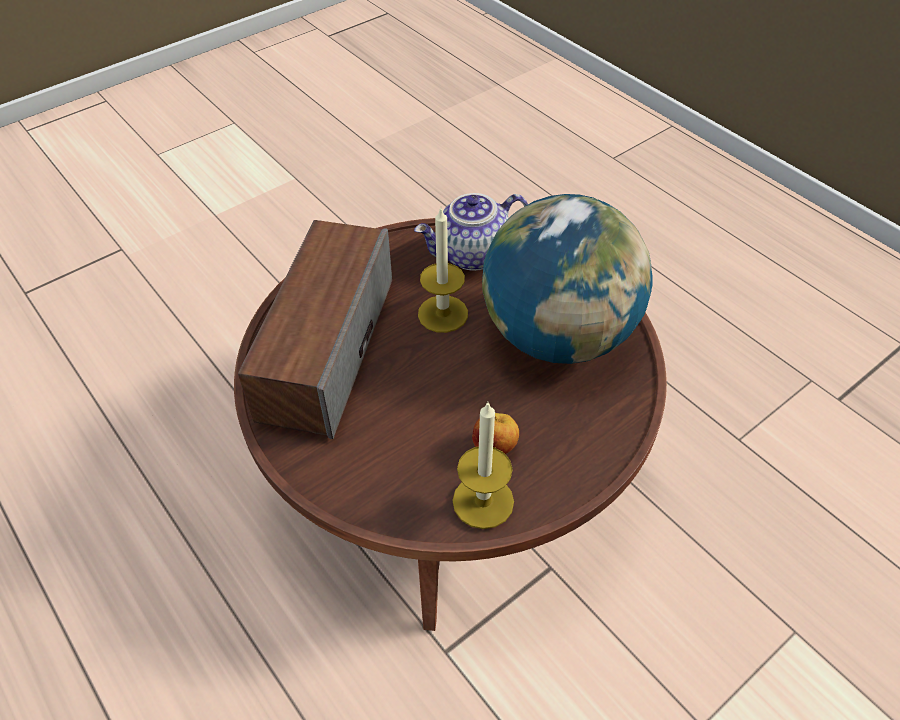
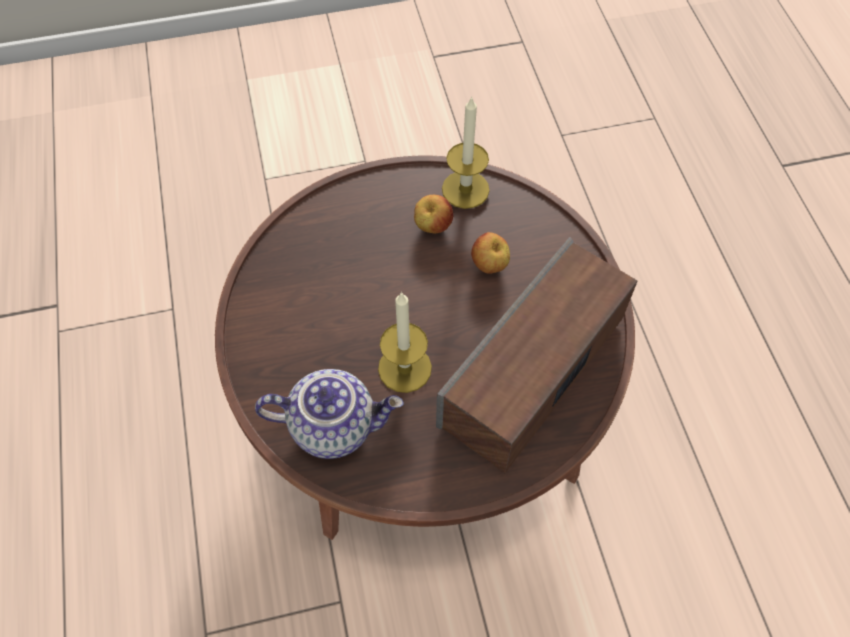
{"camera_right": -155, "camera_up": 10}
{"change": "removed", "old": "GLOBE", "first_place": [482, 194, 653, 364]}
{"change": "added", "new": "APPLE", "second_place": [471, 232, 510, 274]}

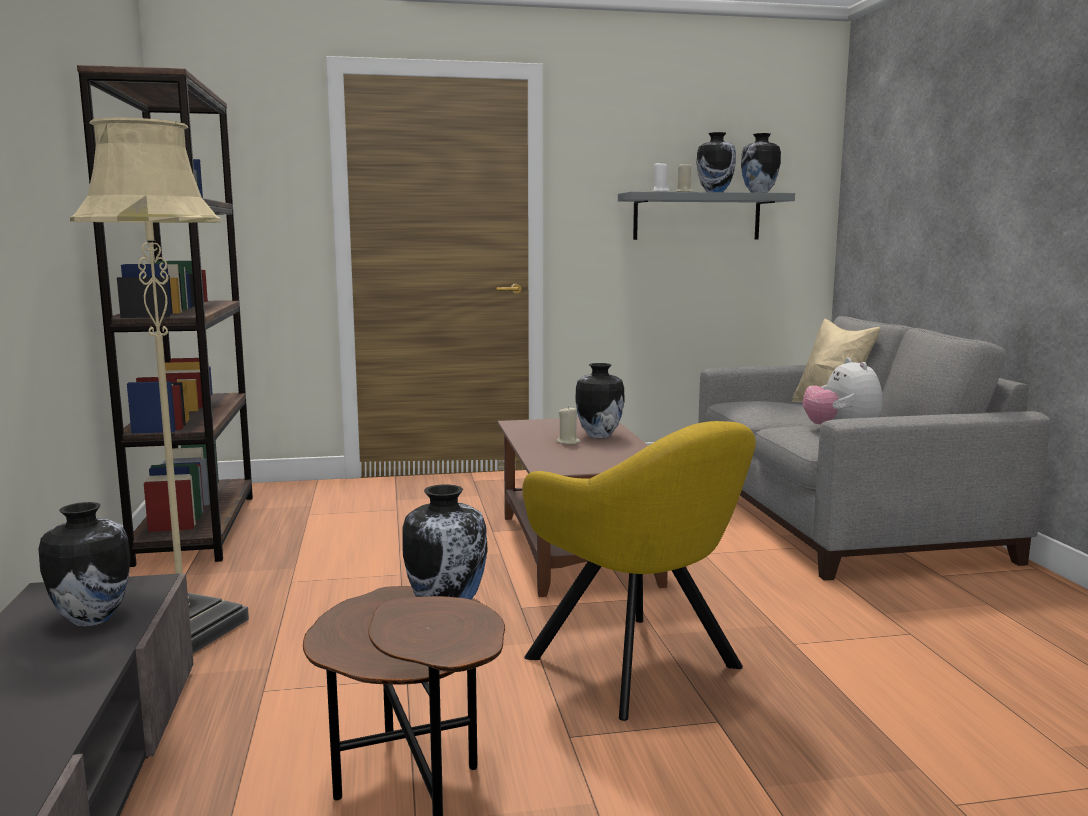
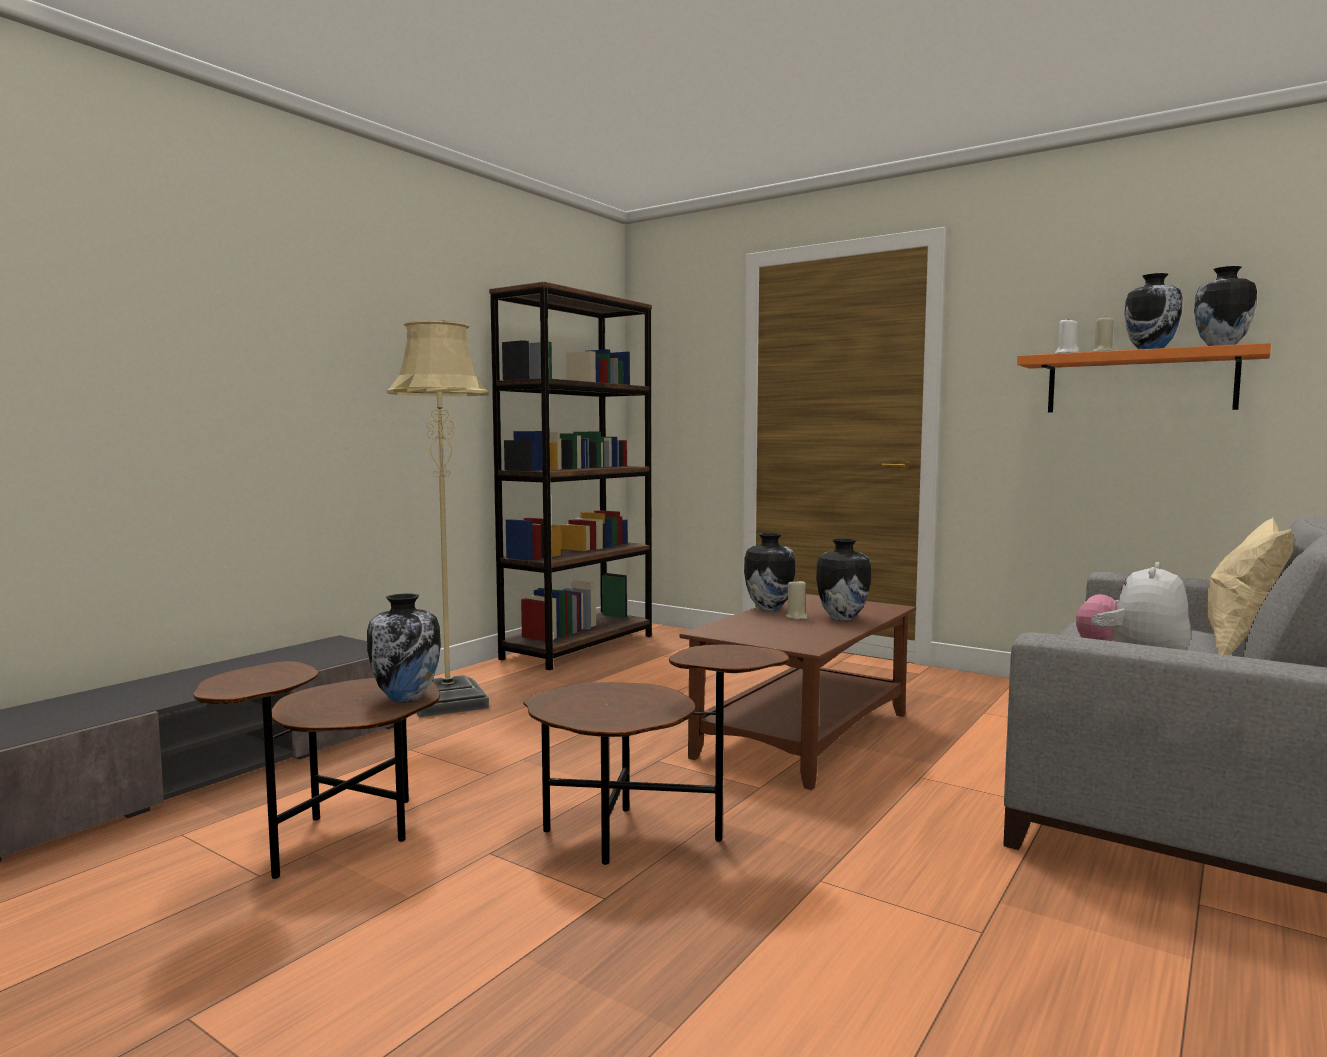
{"camera_right": 45, "camera_up": -5}
{"change": "moved", "old": "VASE", "first_place": [38, 502, 131, 627], "second_place": [744, 533, 795, 611]}
{"change": "replaced", "old": "YELLOW ARMCHAIR", "new": "BROWN SIDE TABLE", "first_place": [522, 421, 756, 721], "second_place": [523, 645, 789, 865]}
{"change": "recoloured", "old": "GREY SHELF", "new": "ORANGE SHELF", "first_place": [618, 191, 795, 240], "second_place": [1017, 343, 1271, 412]}

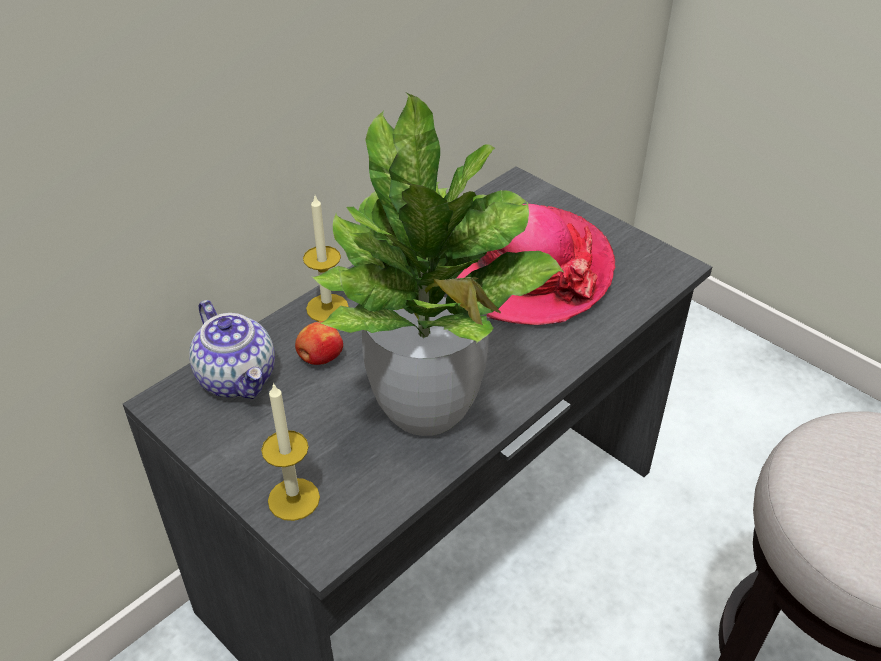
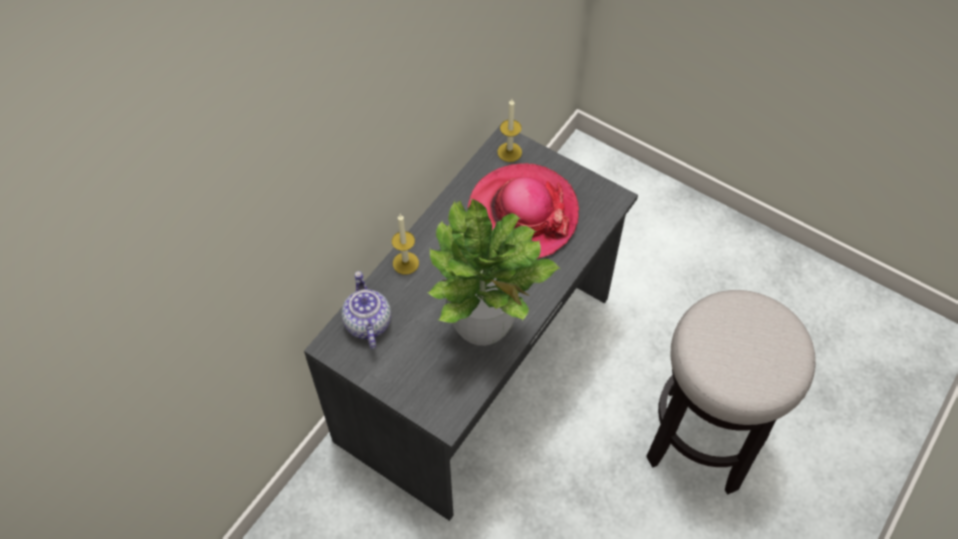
{"camera_right": -10, "camera_up": 15}
{"change": "turned", "old": "TEAPOT", "first_place": [189, 300, 275, 399], "second_place": [341, 271, 391, 349], "degrees": -150}
{"change": "moved", "old": "CANDLE", "first_place": [261, 382, 320, 521], "second_place": [497, 99, 522, 162]}
{"change": "removed", "old": "APPLE", "first_place": [295, 321, 343, 365]}

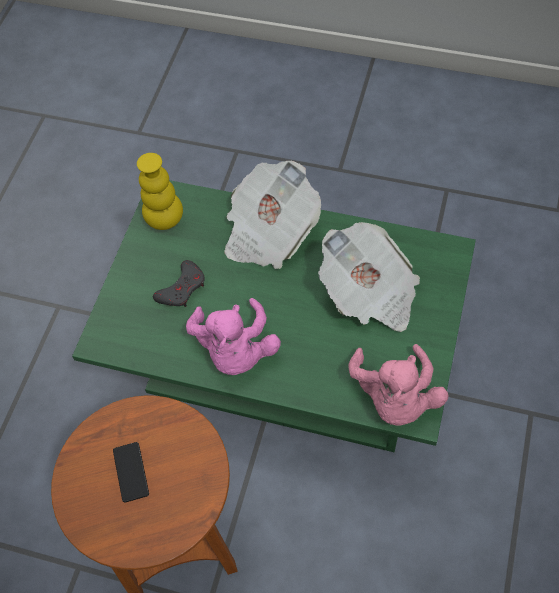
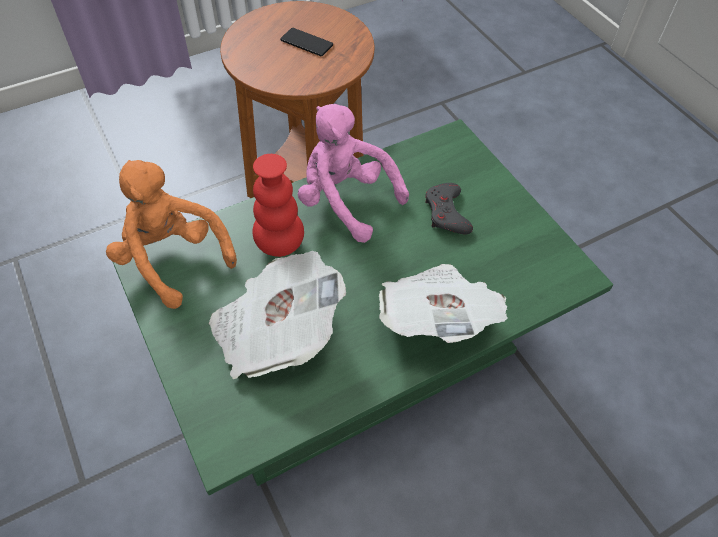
{"camera_right": 130, "camera_up": -5}
{"change": "removed", "old": "YELLOW VASE", "first_place": [137, 153, 183, 230]}
{"change": "recoloured", "old": "PINK PLUSH TOY", "new": "ORANGE PLUSH TOY", "first_place": [348, 344, 448, 426], "second_place": [106, 160, 237, 309]}
{"change": "added", "new": "RED VASE", "second_place": [252, 154, 304, 257]}

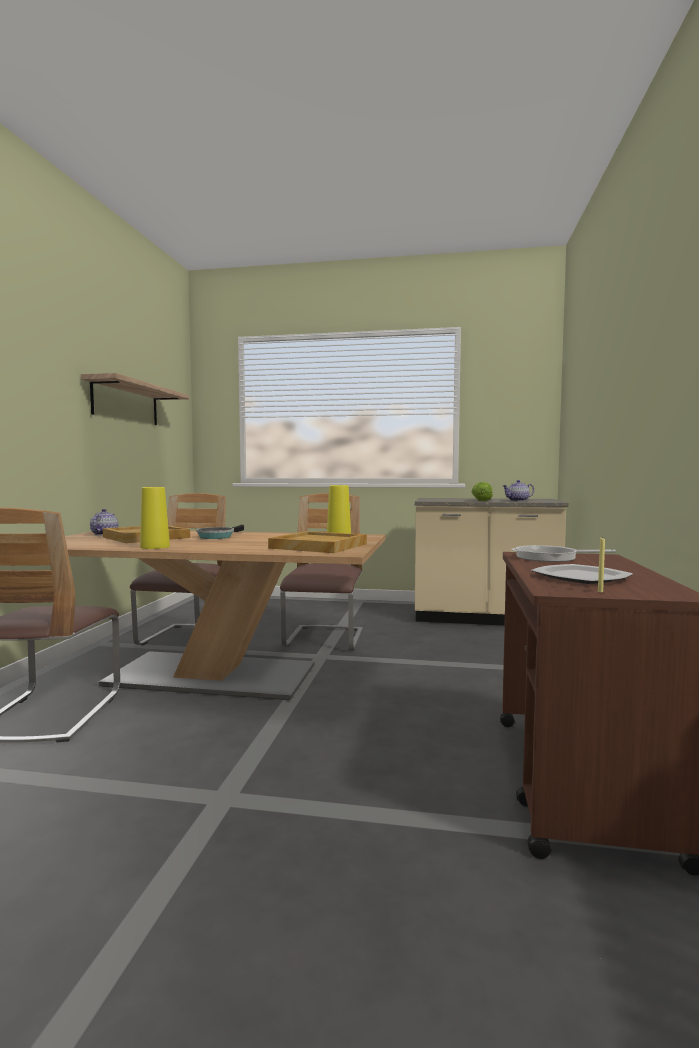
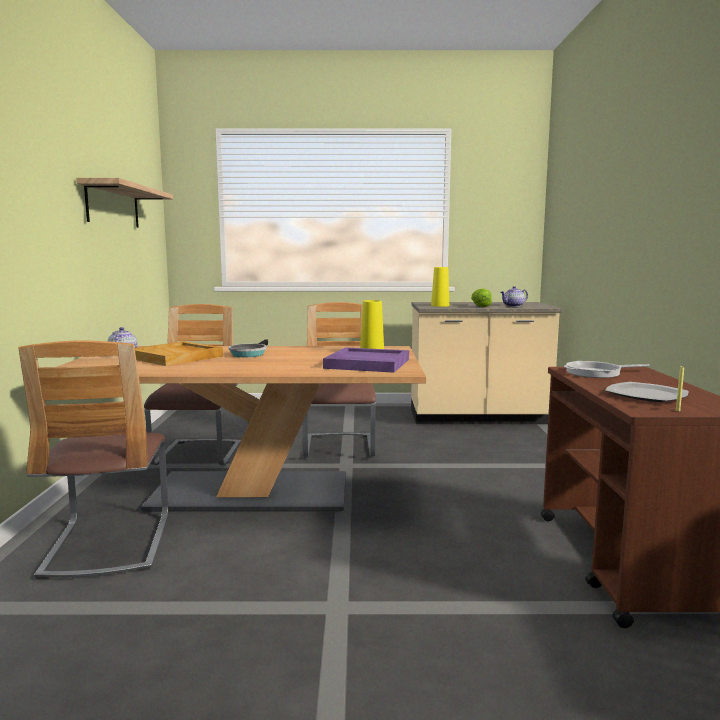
{"camera_right": -10, "camera_up": 5}
{"change": "moved", "old": "YELLOW VASE", "first_place": [140, 487, 170, 549], "second_place": [431, 267, 449, 307]}
{"change": "recoloured", "old": "BEIGE TRAY", "new": "PURPLE TRAY", "first_place": [268, 531, 367, 553], "second_place": [323, 347, 409, 373]}

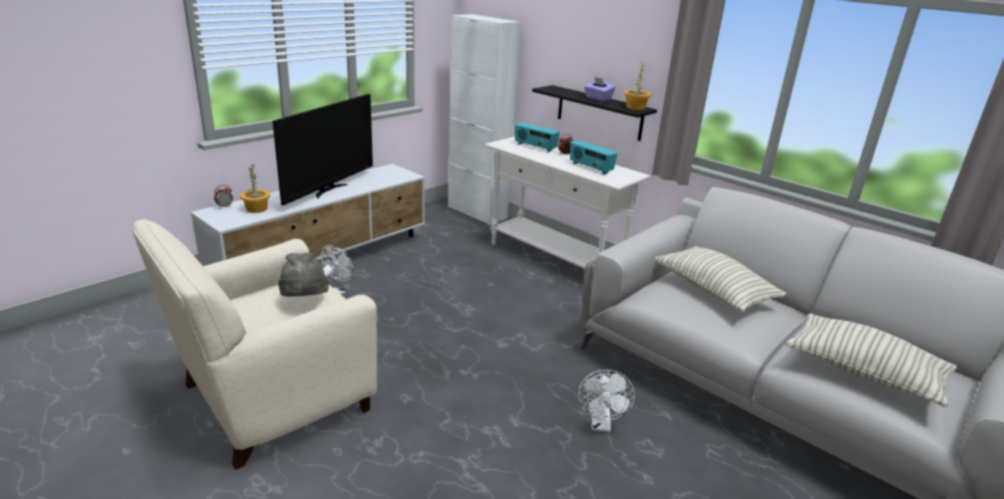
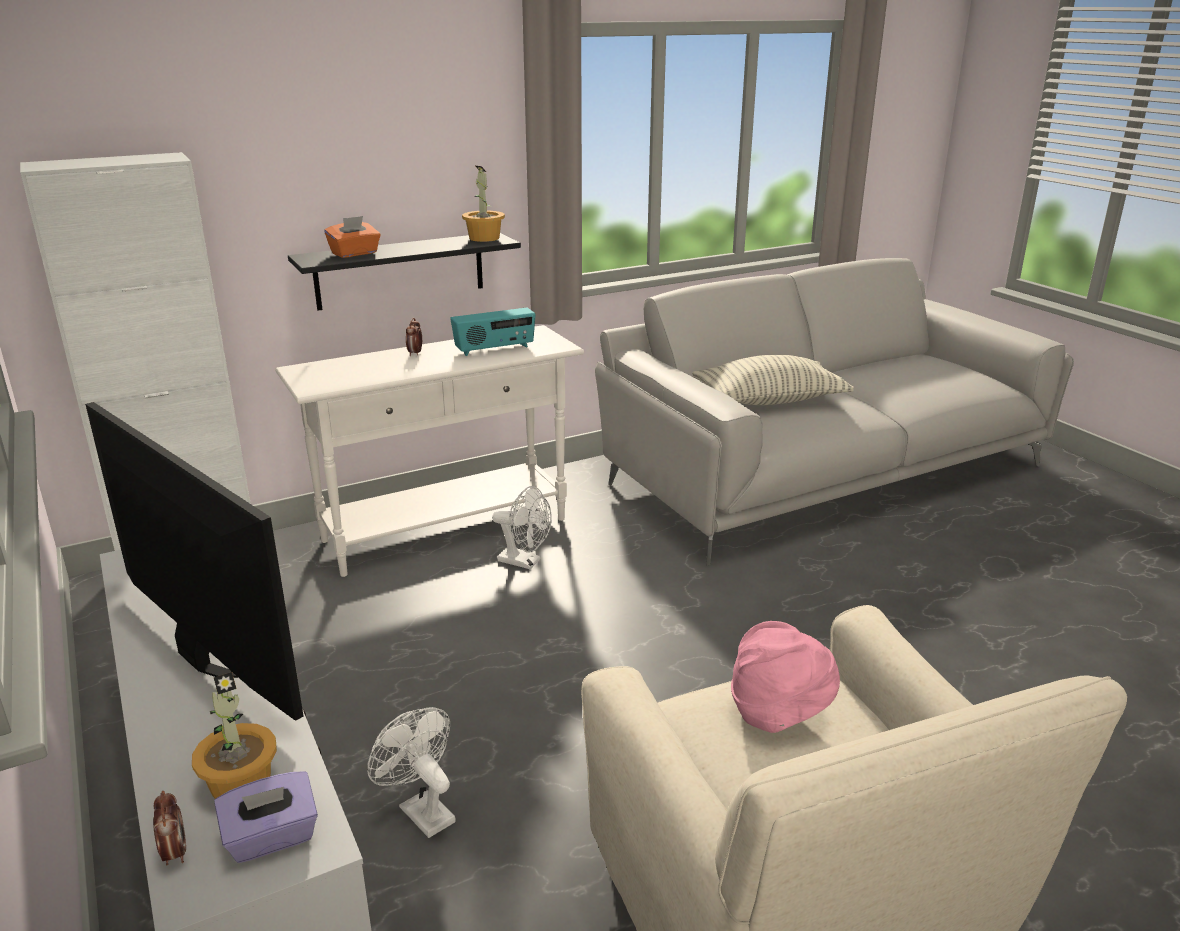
{"camera_right": -70, "camera_up": 0}
{"change": "recoloured", "old": "GREY HAT", "new": "PINK HAT", "first_place": [278, 253, 329, 296], "second_place": [731, 621, 840, 733]}
{"change": "removed", "old": "RADIO", "first_place": [515, 122, 560, 152]}
{"change": "moved", "old": "WHITE FAN", "first_place": [578, 370, 635, 432], "second_place": [492, 486, 552, 569]}
{"change": "moved", "old": "PURPLE TISSUE BOX", "first_place": [584, 77, 615, 101], "second_place": [214, 771, 318, 863]}
{"change": "removed", "old": "PILLOW", "first_place": [786, 313, 957, 407]}
{"change": "added", "new": "ORANGE TISSUE BOX", "second_place": [324, 216, 381, 258]}

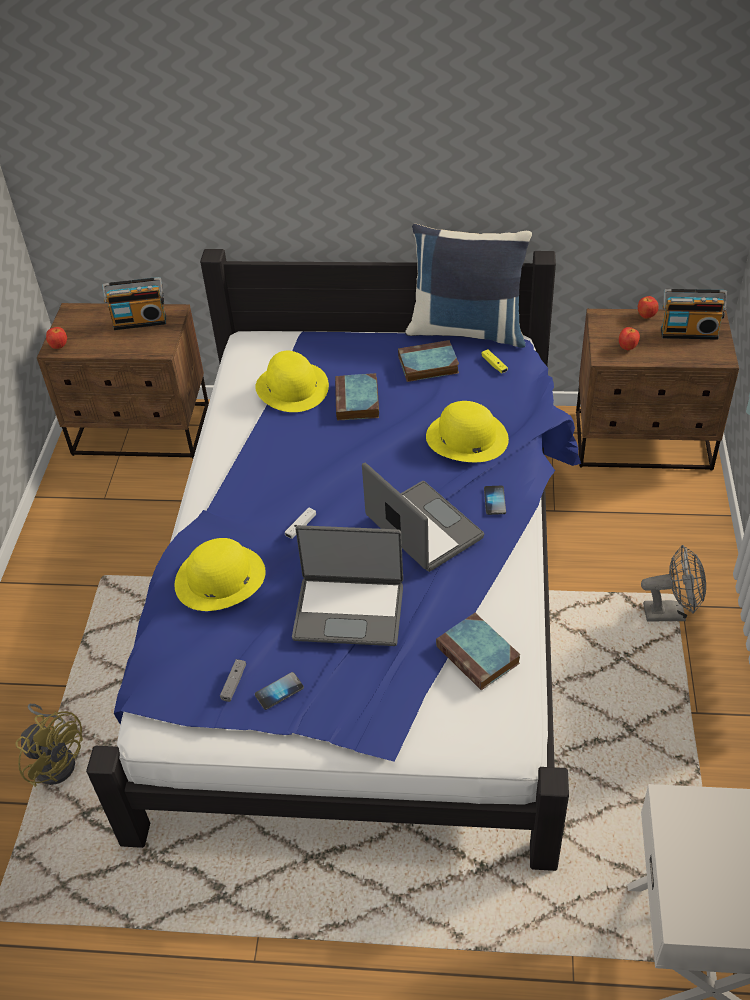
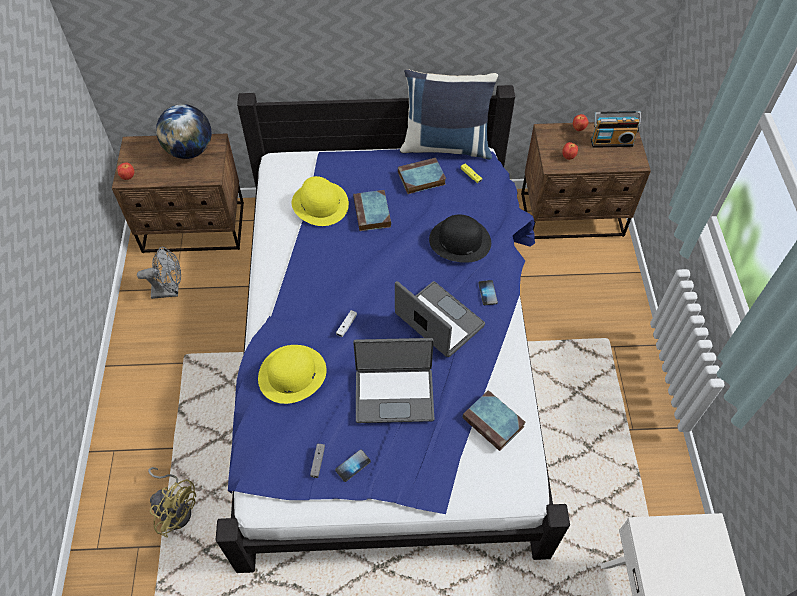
{"camera_right": -10, "camera_up": 10}
{"change": "replaced", "old": "RADIO", "new": "GLOBE", "first_place": [102, 277, 166, 330], "second_place": [156, 104, 212, 159]}
{"change": "recoloured", "old": "YELLOW HAT", "new": "BLACK HAT", "first_place": [426, 401, 509, 462], "second_place": [429, 214, 491, 263]}
{"change": "moved", "old": "GREY FAN", "first_place": [641, 545, 706, 622], "second_place": [137, 247, 181, 299]}

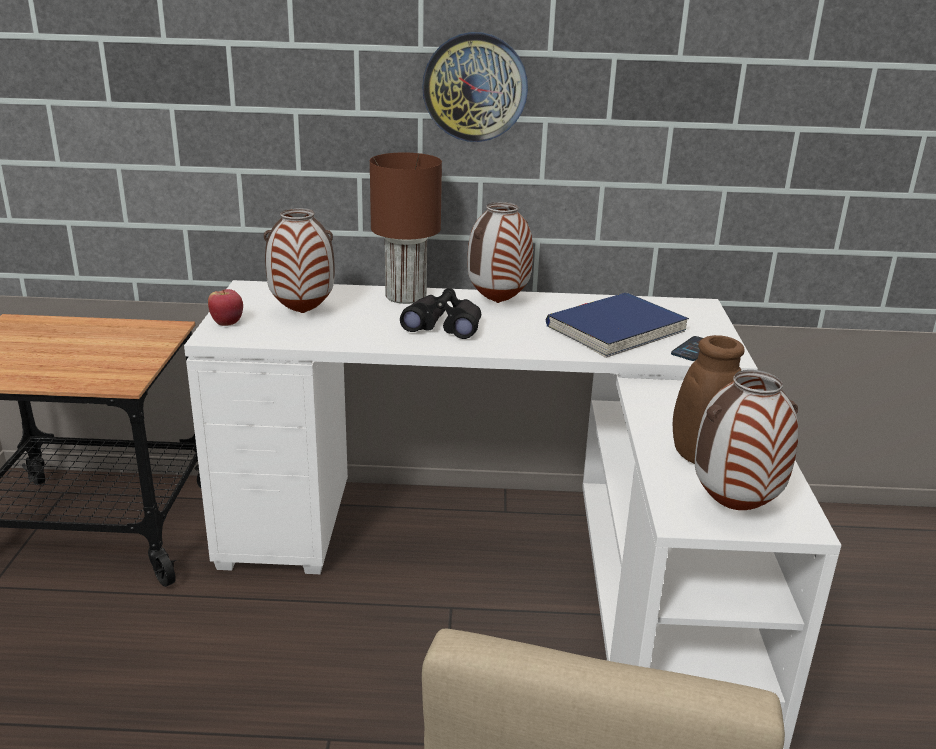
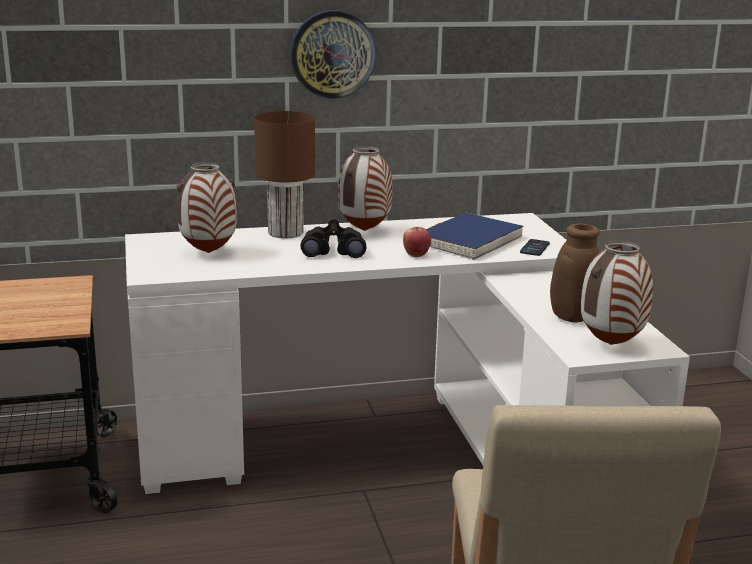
{"camera_right": -15, "camera_up": -5}
{"change": "moved", "old": "APPLE", "first_place": [208, 289, 243, 326], "second_place": [403, 227, 431, 257]}

